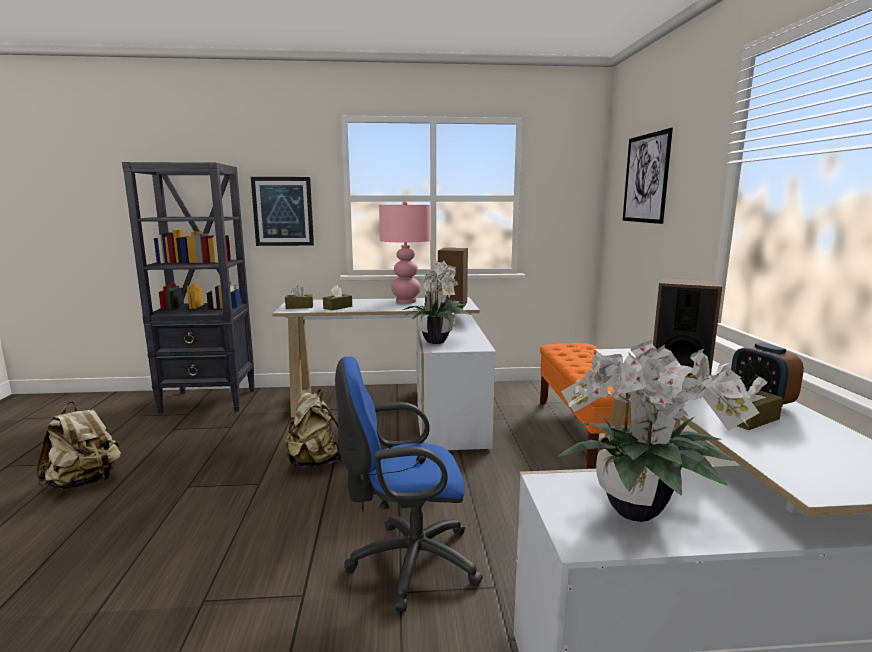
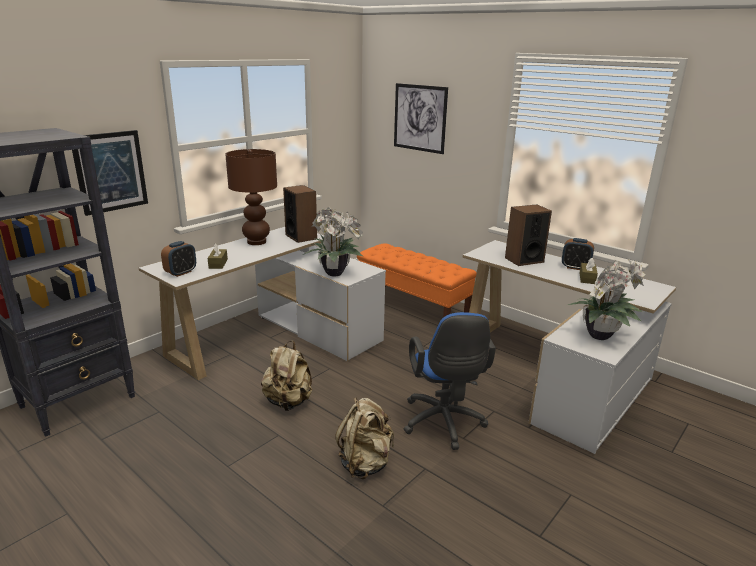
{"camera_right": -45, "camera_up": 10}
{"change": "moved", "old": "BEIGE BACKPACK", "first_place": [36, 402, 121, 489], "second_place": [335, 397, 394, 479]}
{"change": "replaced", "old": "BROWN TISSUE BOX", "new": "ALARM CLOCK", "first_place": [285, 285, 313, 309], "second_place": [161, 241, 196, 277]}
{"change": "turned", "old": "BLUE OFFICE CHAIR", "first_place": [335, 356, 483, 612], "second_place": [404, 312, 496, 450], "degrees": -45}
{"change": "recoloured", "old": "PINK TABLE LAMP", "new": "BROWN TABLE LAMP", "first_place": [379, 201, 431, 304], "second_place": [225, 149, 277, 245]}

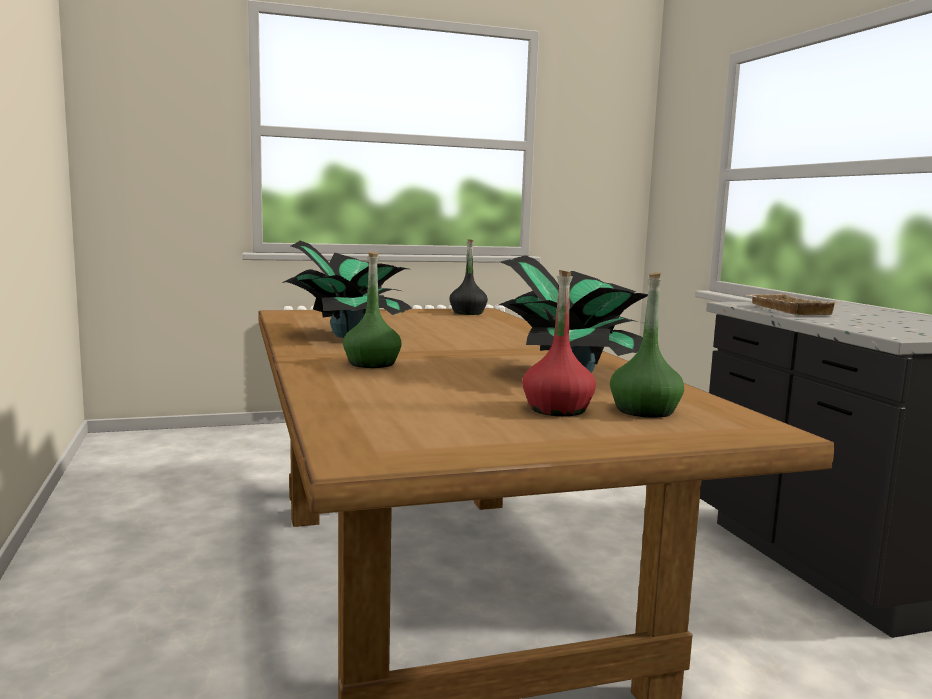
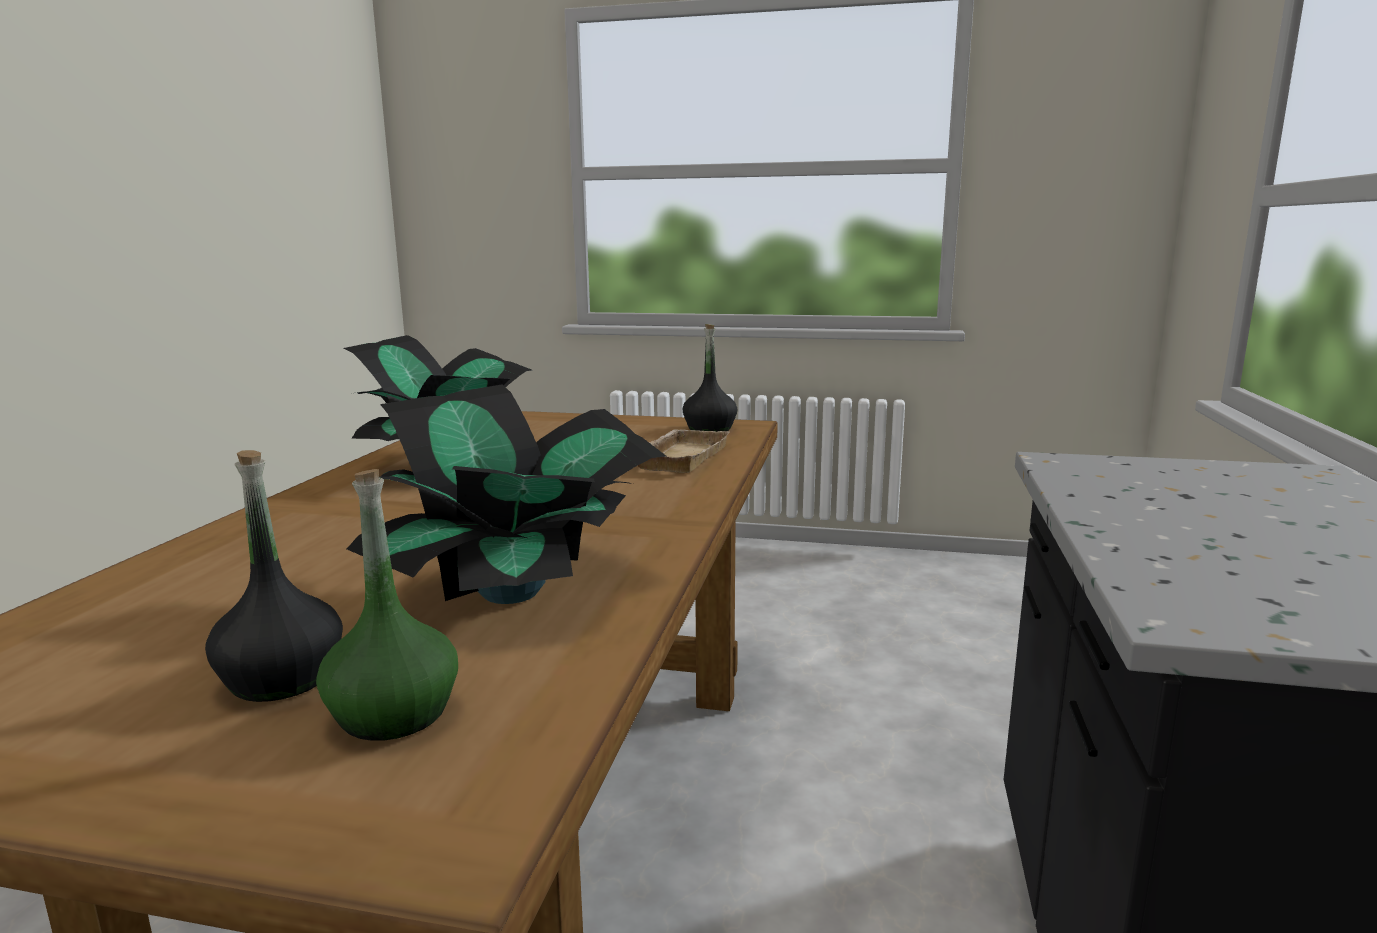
{"camera_right": 30, "camera_up": 5}
{"change": "removed", "old": "GREEN BOTTLE", "first_place": [343, 252, 401, 368]}
{"change": "recoloured", "old": "RED BOTTLE", "new": "BLACK BOTTLE", "first_place": [522, 270, 596, 416], "second_place": [205, 450, 343, 702]}
{"change": "moved", "old": "BEIGE TRAY", "first_place": [749, 294, 840, 316], "second_place": [638, 430, 730, 473]}

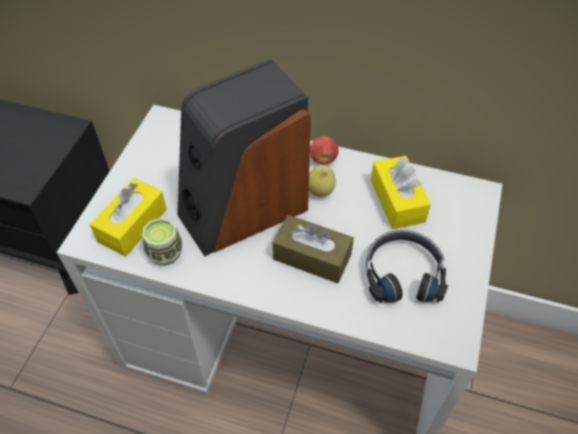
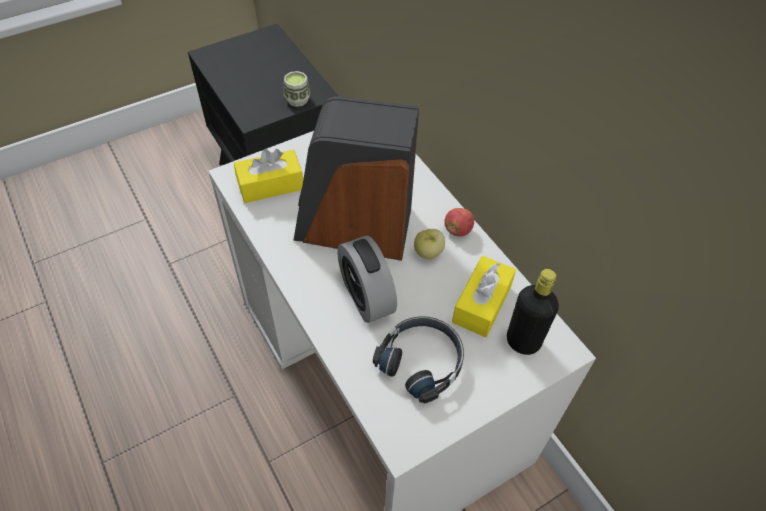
{"camera_right": 40, "camera_up": 0}
{"change": "moved", "old": "CUP", "first_place": [142, 218, 183, 266], "second_place": [284, 71, 310, 107]}
{"change": "replaced", "old": "BROWN TISSUE BOX", "new": "ALARM CLOCK", "first_place": [273, 215, 354, 283], "second_place": [337, 236, 397, 323]}
{"change": "added", "new": "BLACK BOTTLE", "second_place": [507, 269, 559, 355]}

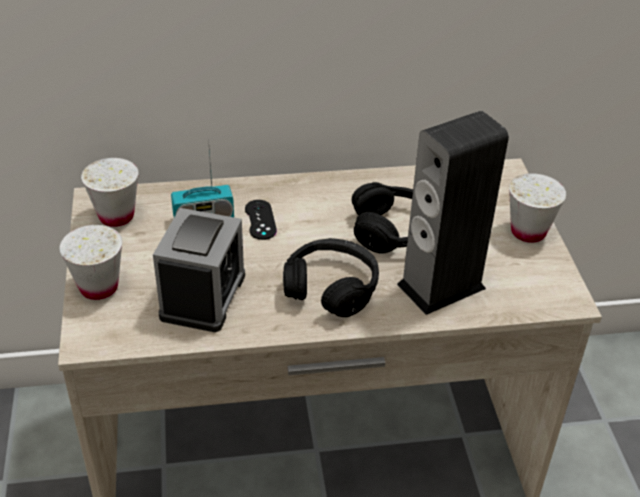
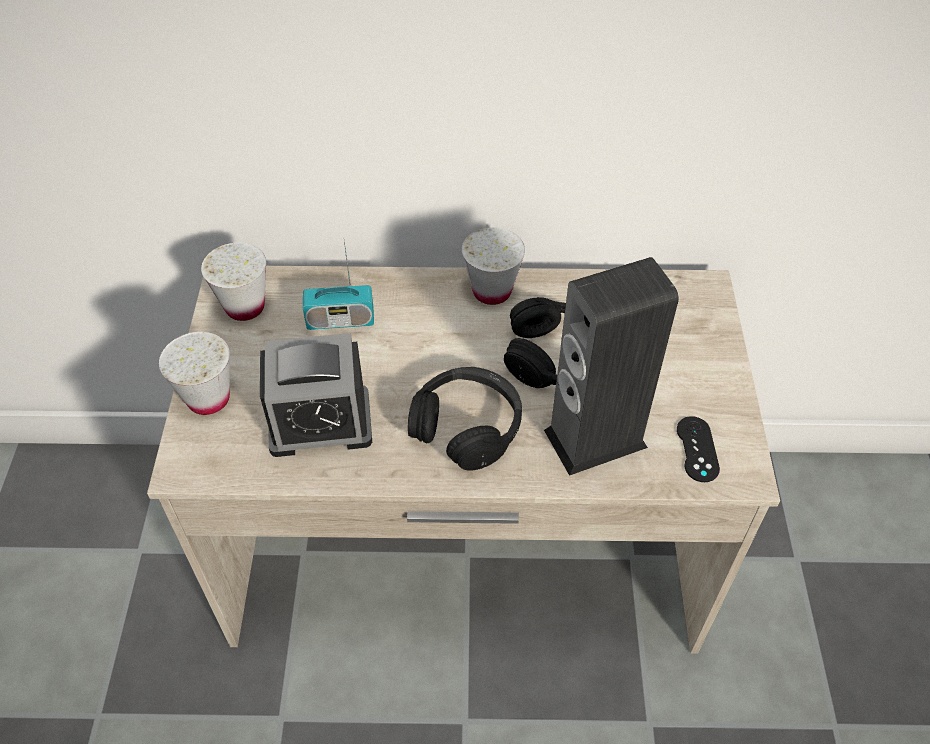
{"camera_right": 10, "camera_up": 10}
{"change": "turned", "old": "ALARM CLOCK", "first_place": [153, 208, 245, 332], "second_place": [260, 333, 372, 457], "degrees": 60}
{"change": "moved", "old": "BLACK GAME CONTROLLER", "first_place": [245, 200, 277, 240], "second_place": [677, 416, 720, 482]}
{"change": "moved", "old": "WHITE CUP", "first_place": [509, 173, 566, 243], "second_place": [462, 227, 525, 305]}

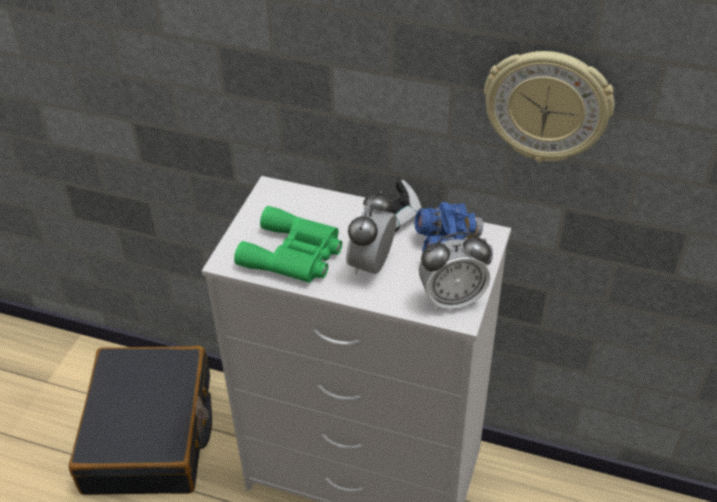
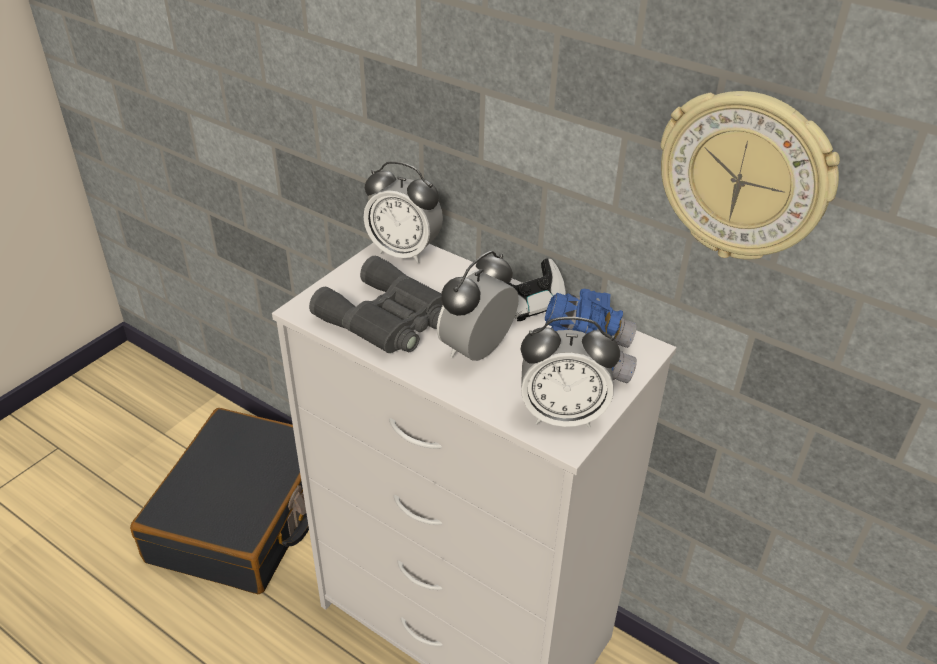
{"camera_right": 15, "camera_up": -5}
{"change": "recoloured", "old": "GREEN BINOCULARS", "new": "GREY BINOCULARS", "first_place": [234, 206, 342, 283], "second_place": [309, 256, 443, 353]}
{"change": "added", "new": "ALARM CLOCK", "second_place": [363, 161, 443, 264]}

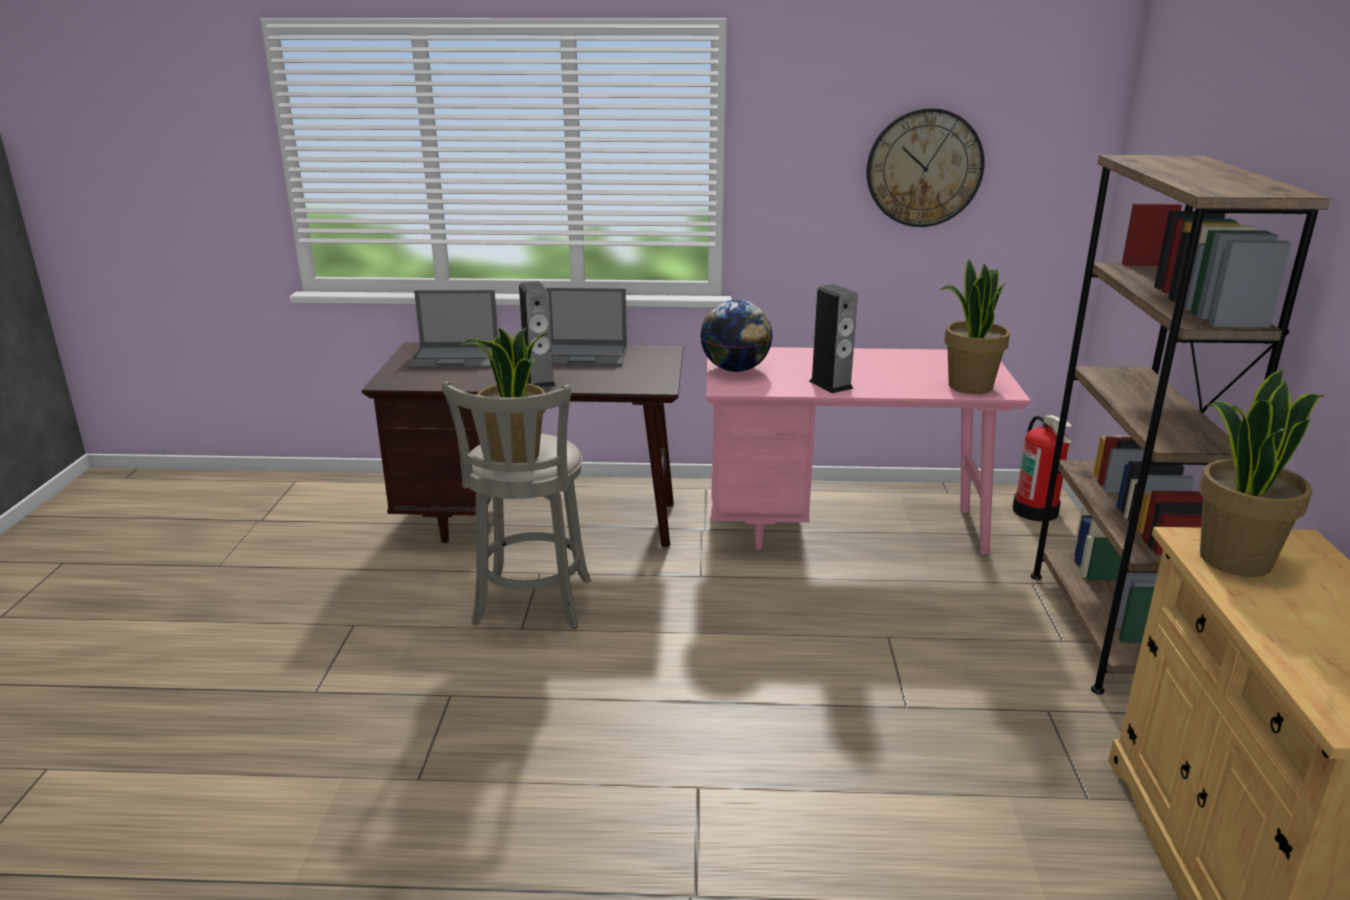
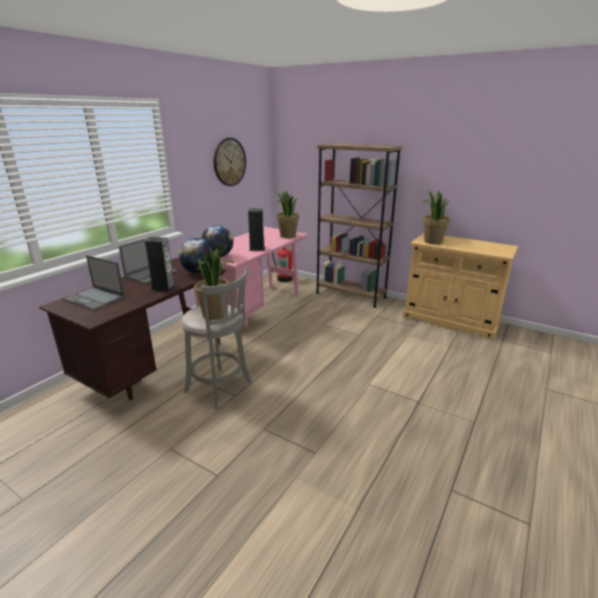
{"camera_right": -60, "camera_up": 0}
{"change": "turned", "old": "LAPTOP", "first_place": [408, 290, 498, 369], "second_place": [63, 255, 125, 310], "degrees": 90}
{"change": "added", "new": "GLOBE", "second_place": [179, 238, 215, 274]}

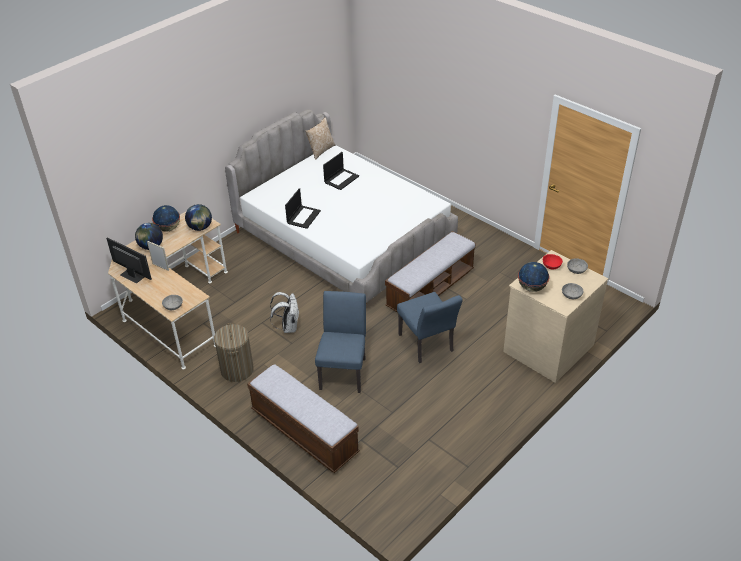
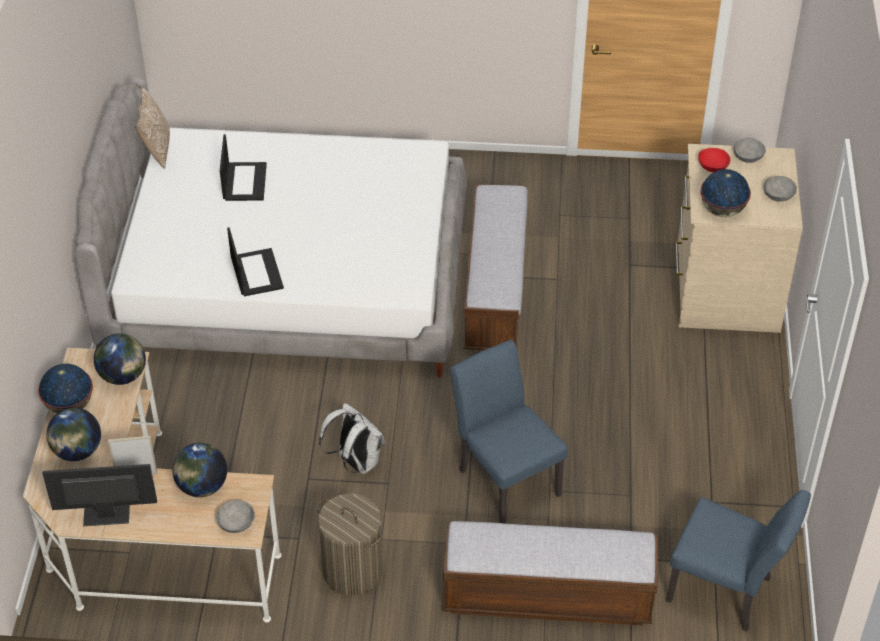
{"camera_right": -40, "camera_up": 5}
{"change": "moved", "old": "BLUE CHAIR", "first_place": [397, 292, 463, 363], "second_place": [666, 490, 811, 632]}
{"change": "added", "new": "GLOBE", "second_place": [172, 443, 227, 497]}

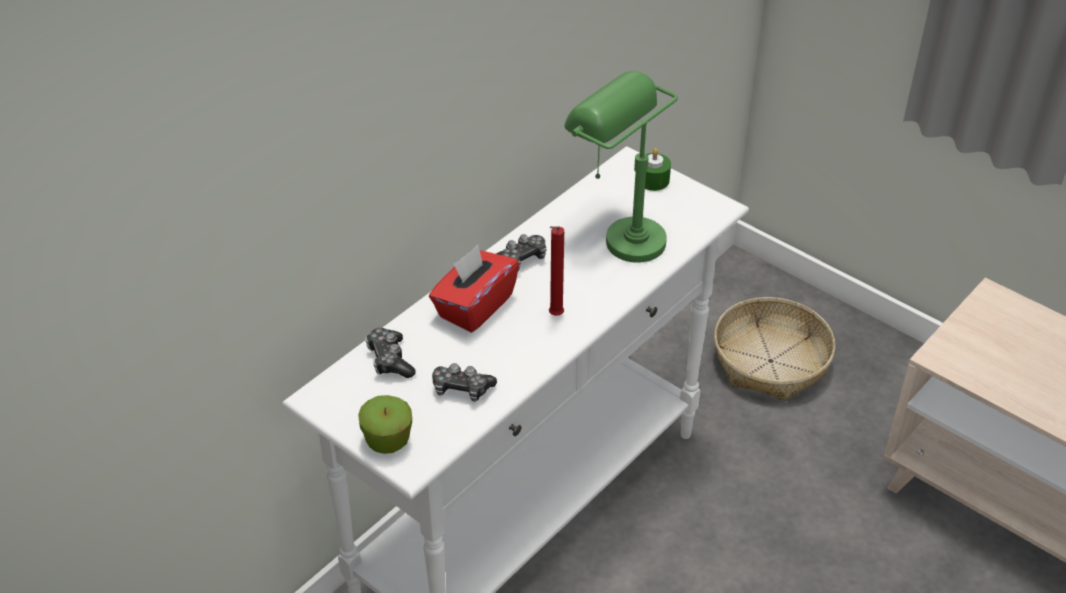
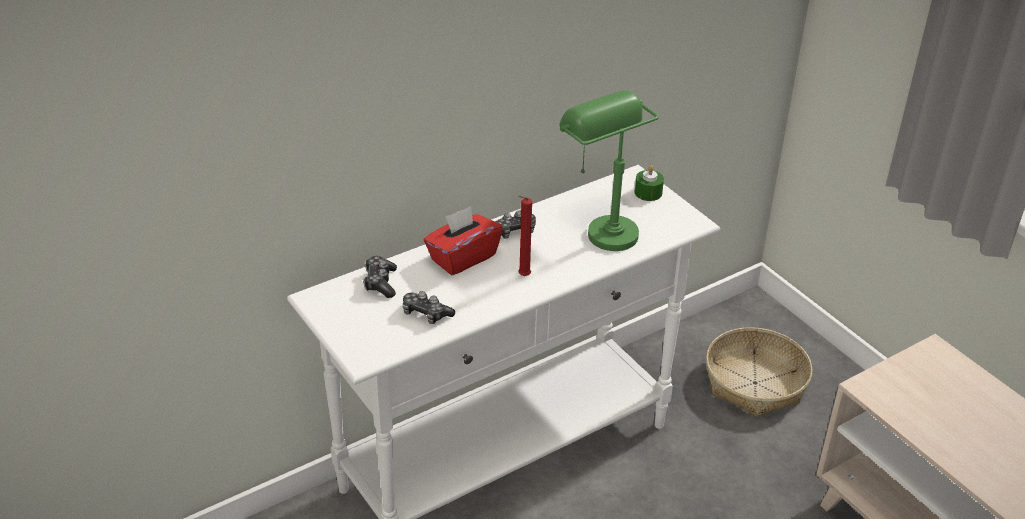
{"camera_right": 15, "camera_up": -5}
{"change": "removed", "old": "APPLE", "first_place": [358, 395, 412, 454]}

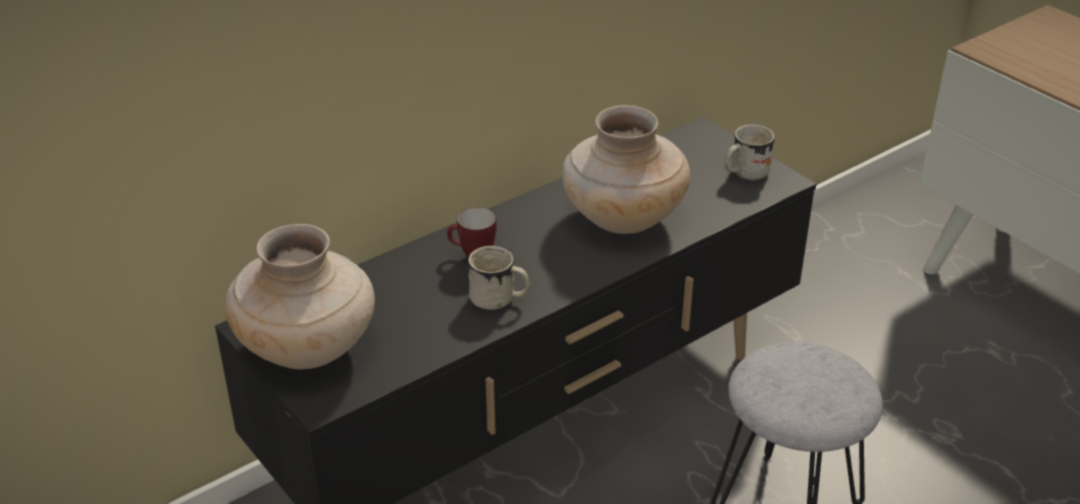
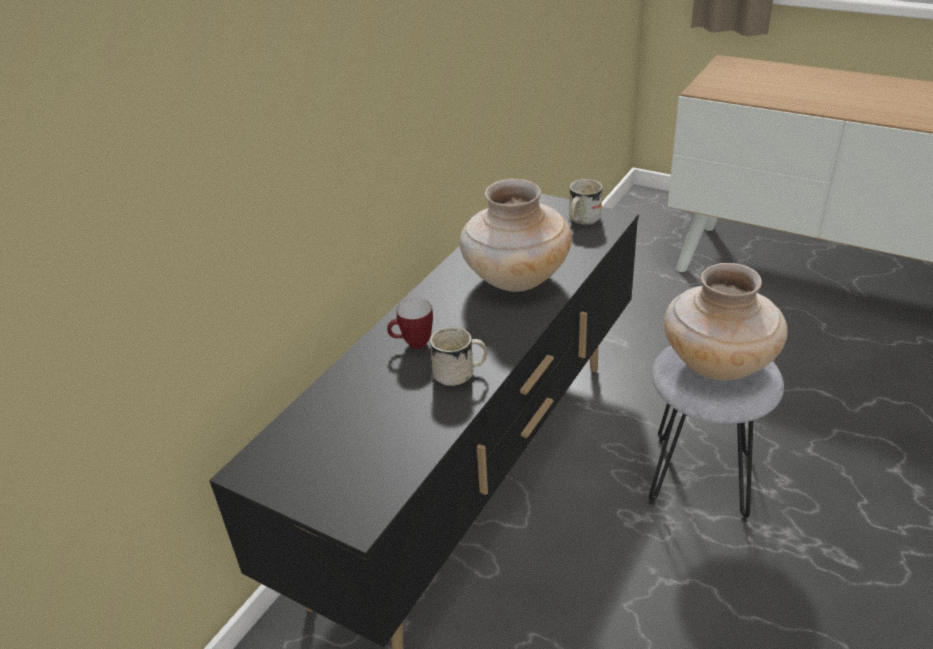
{"camera_right": -20, "camera_up": 0}
{"change": "moved", "old": "BEIGE VASE", "first_place": [225, 224, 375, 369], "second_place": [664, 263, 787, 381]}

